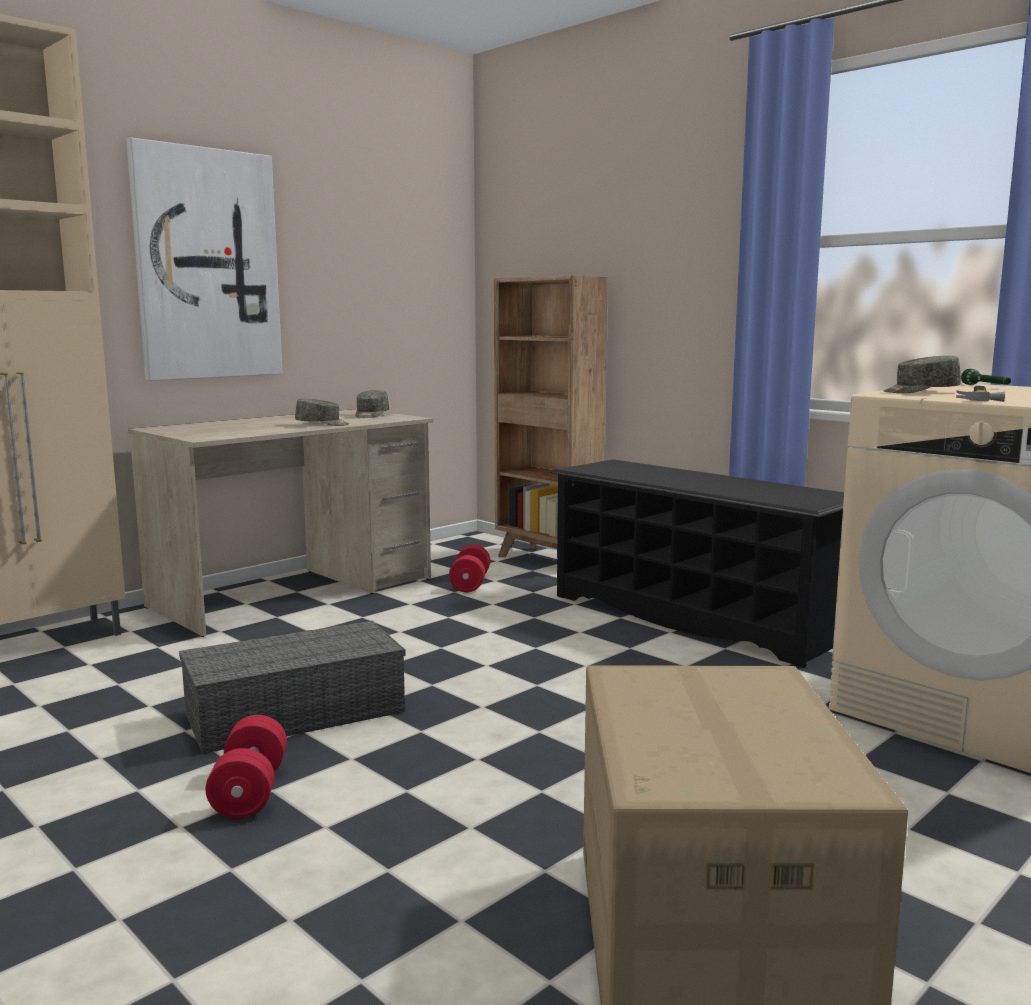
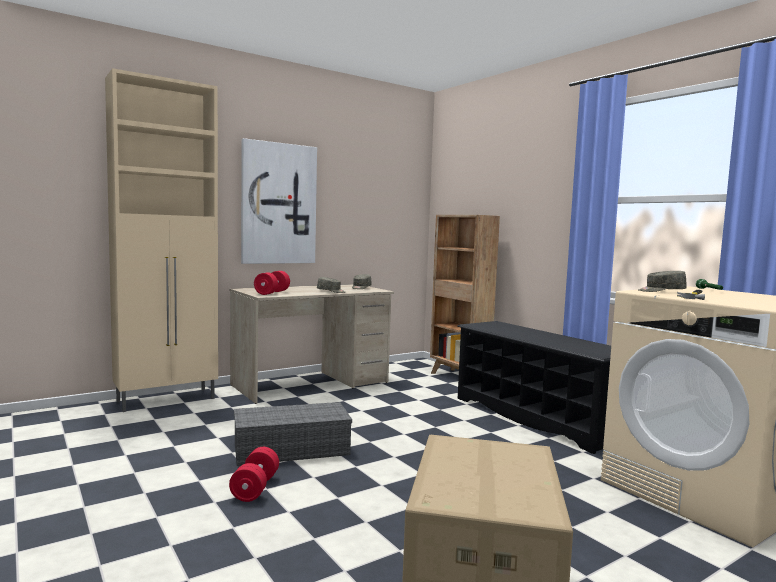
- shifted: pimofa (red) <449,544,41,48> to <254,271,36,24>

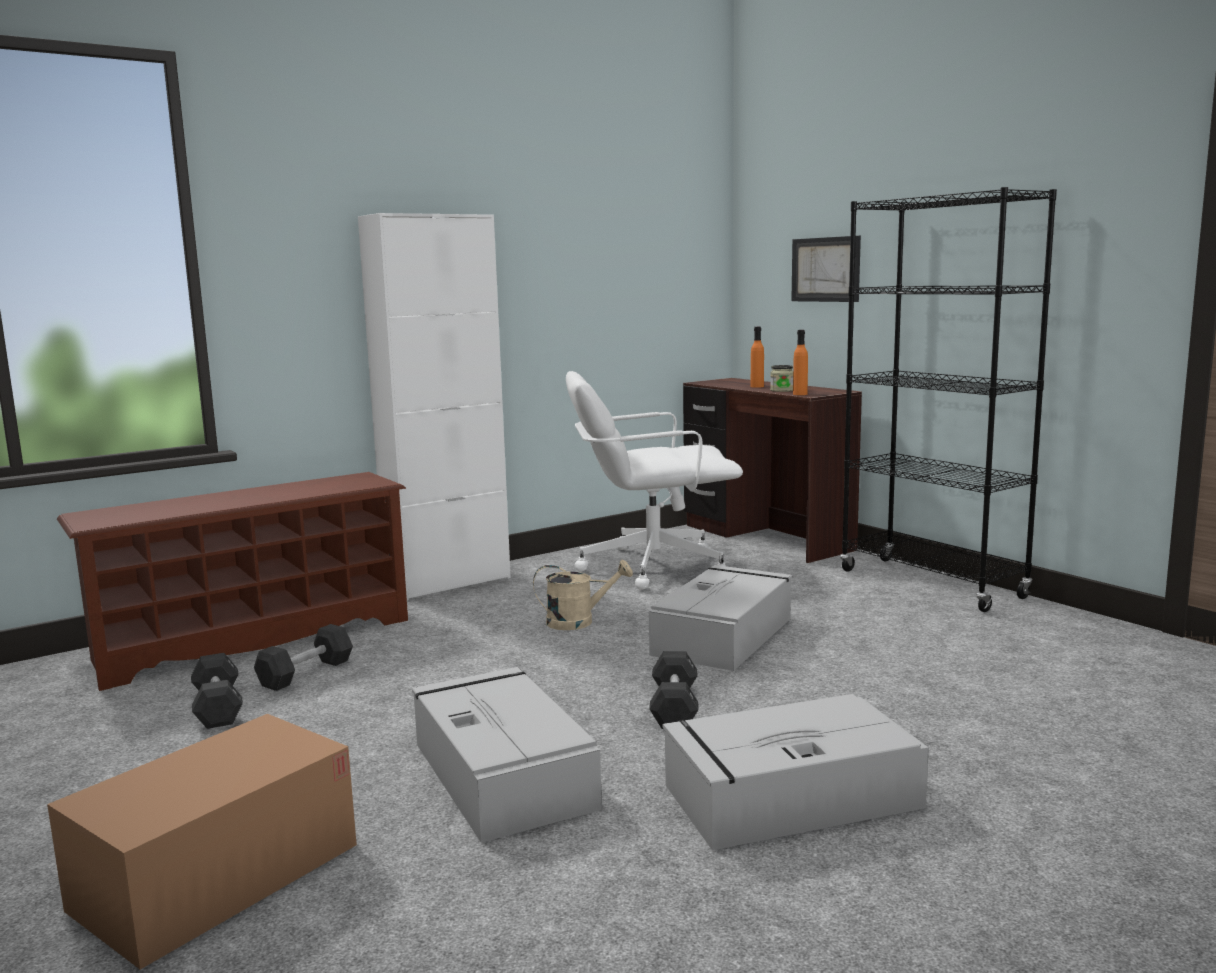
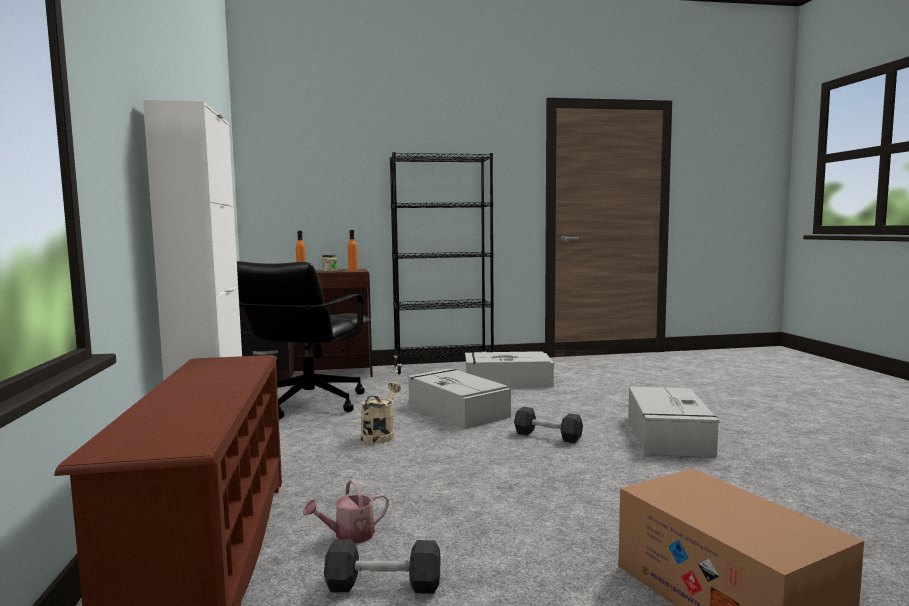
- repainted: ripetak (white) <566,371,177,219> to ripetak (black) <237,261,134,158>
- swapped: pimofa (black) <254,624,99,67> to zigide <303,479,86,64>
- shifted: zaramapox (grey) <412,667,190,176> to <465,351,89,37>
- gone: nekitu <791,236,70,66>

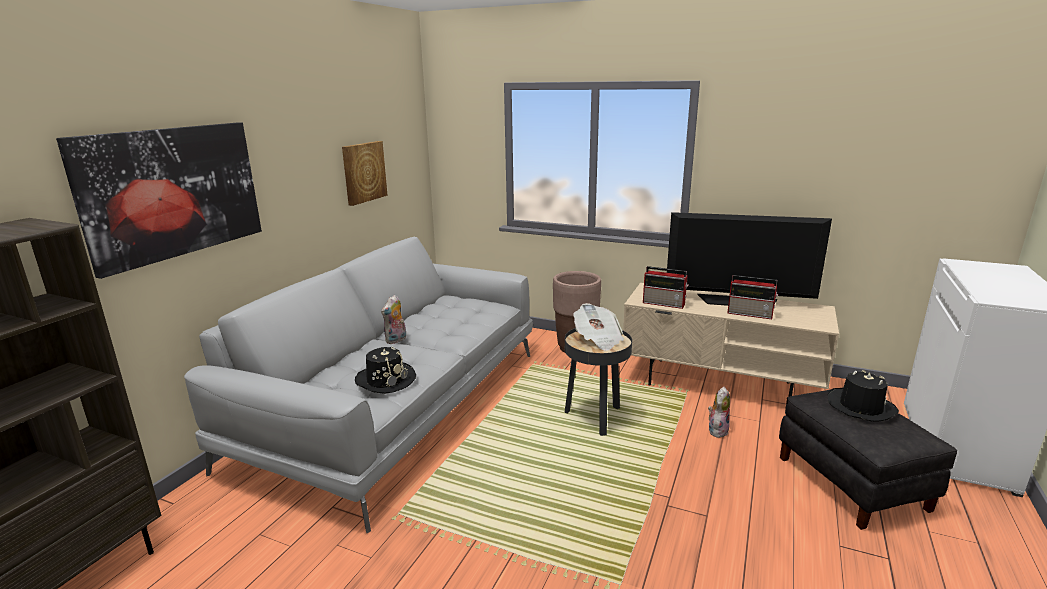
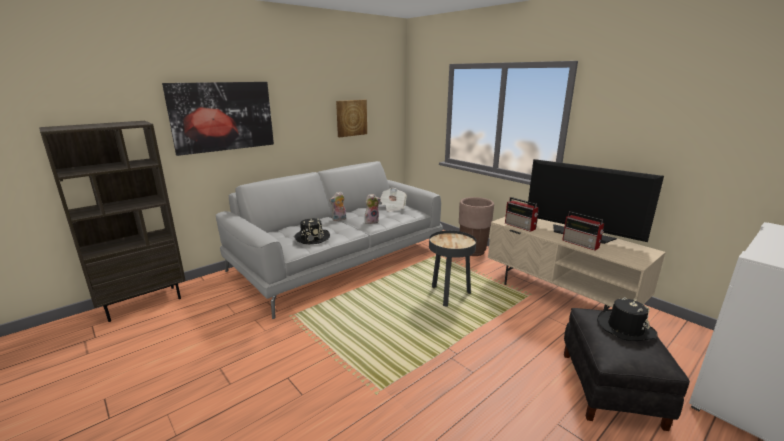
- shifted: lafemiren <708,387,22,51> to <365,194,15,30>
- shifted: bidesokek <573,303,51,48> to <380,188,27,24>

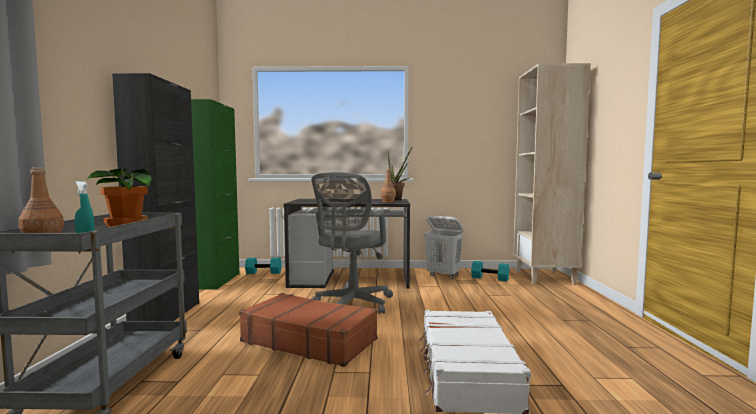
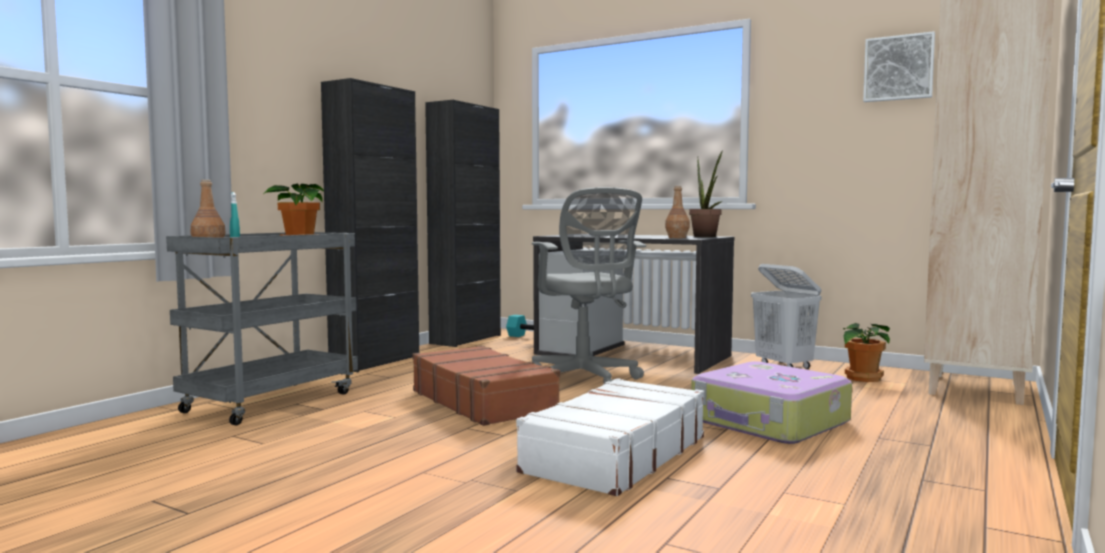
- repainted: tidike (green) <191,99,48,191> to tidike (black) <425,100,76,247>
- rotated: ripetak (grey) <309,172,84,142> = <532,187,114,196> 75 degrees counterclockwise
- new: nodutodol <691,361,161,83>
- swapped: pimofa (turquoise) <471,261,38,21> to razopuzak <843,323,47,59>
- new: nekitu <863,31,72,71>

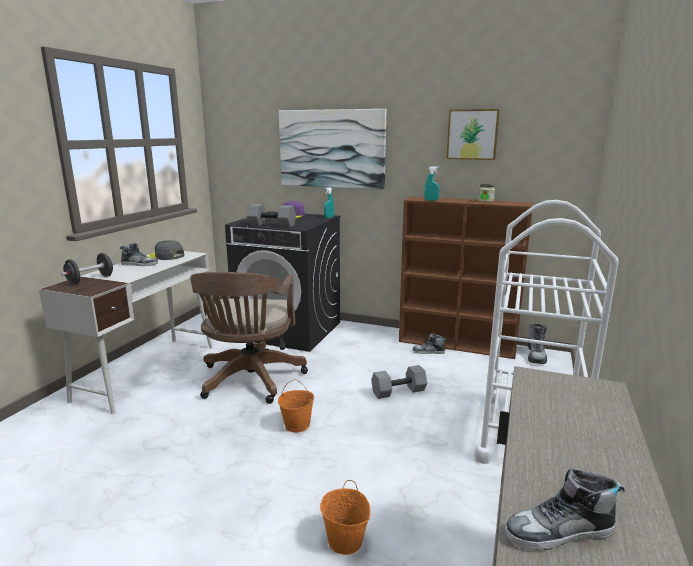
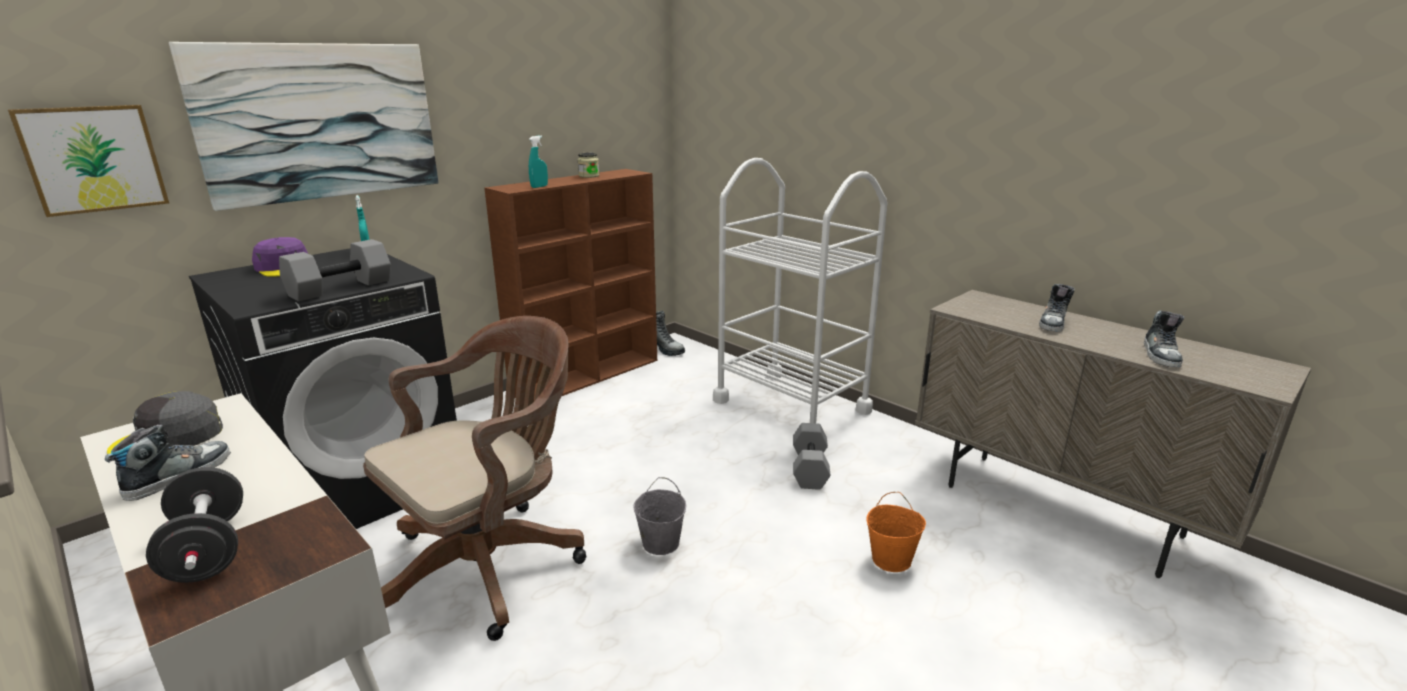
- shifted: nekitu <446,109,54,51> to <8,105,161,112>
- rotated: ripetak (brown) <190,272,118,132> = <363,316,223,325> 75 degrees counterclockwise
- repainted: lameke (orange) <278,379,36,54> to lameke (grey) <634,477,52,78>
- shifted: pimofa (grey) <371,365,56,34> to <793,423,37,67>
- shifted: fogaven <412,333,34,21> to <1039,284,36,48>

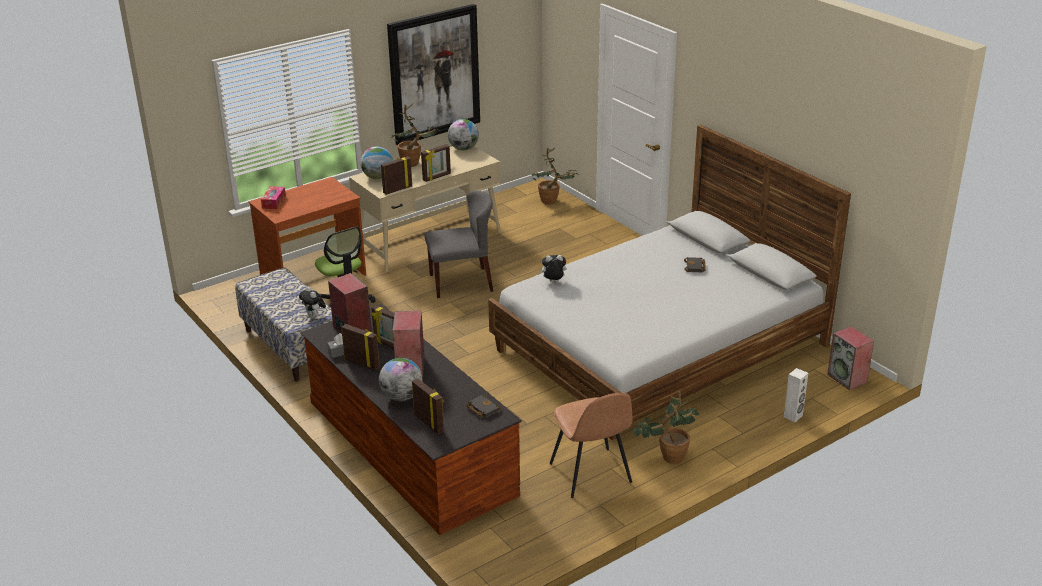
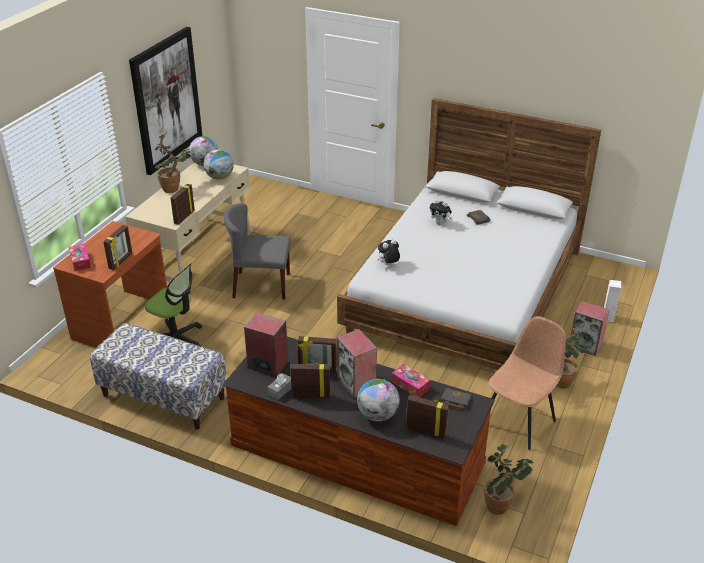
- shifted: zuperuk <421,144,30,38> to <103,225,29,45>
- shifted: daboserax <360,146,33,33> to <204,149,30,31>
- rotated: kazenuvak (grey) <425,190,68,108> = <223,203,67,96> 135 degrees counterclockwise
- new: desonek <391,364,39,33>
- shifted: lafemiren <299,286,27,32> to <430,199,22,26>
- shifted: razopuzak <532,147,47,58> to <484,444,50,71>
- rotated: kazenuvak (brown) <550,393,83,105> = <488,316,78,134> 90 degrees counterclockwise
- shifted: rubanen <827,326,47,64> to <570,301,40,55>

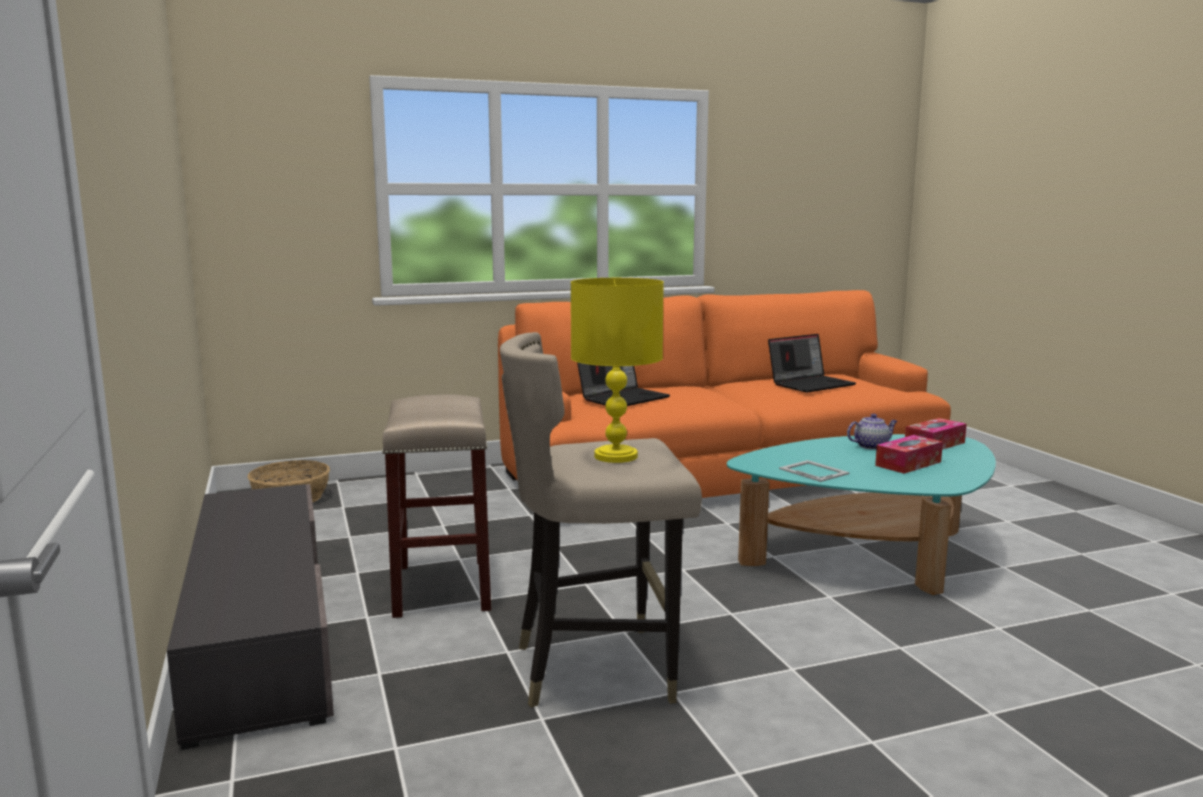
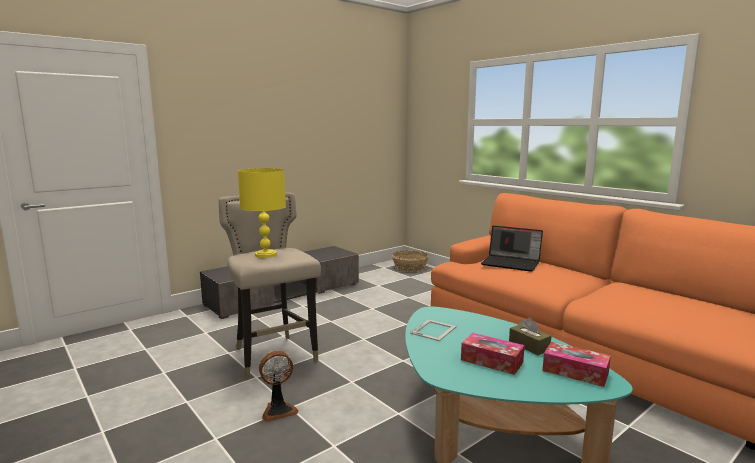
- new: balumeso <259,351,40,71>
- swapped: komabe <847,414,50,36> to desonek (brown) <509,317,42,38>
- gone: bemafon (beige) <382,394,109,224>
- gone: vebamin <768,334,88,59>

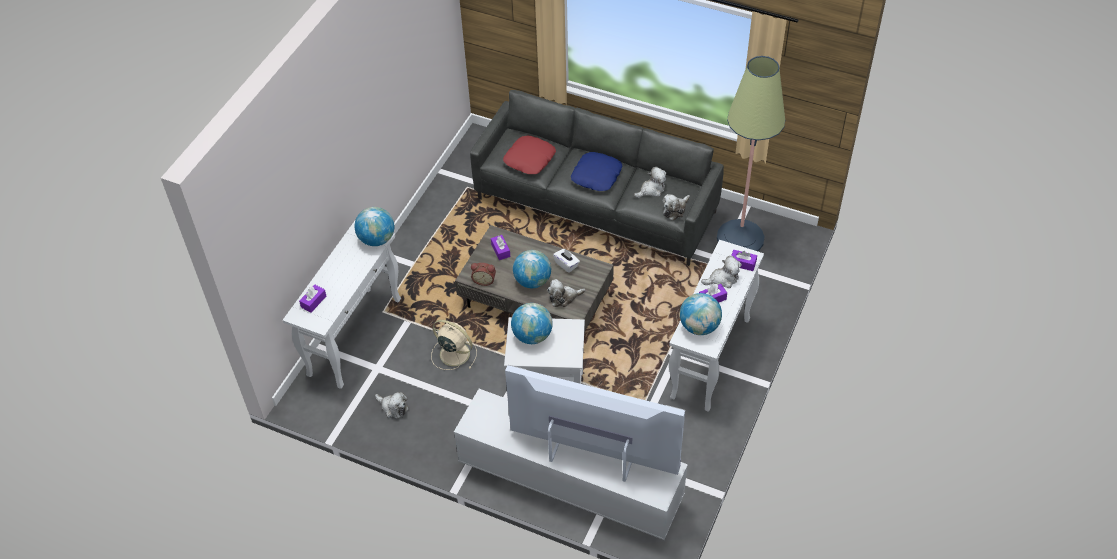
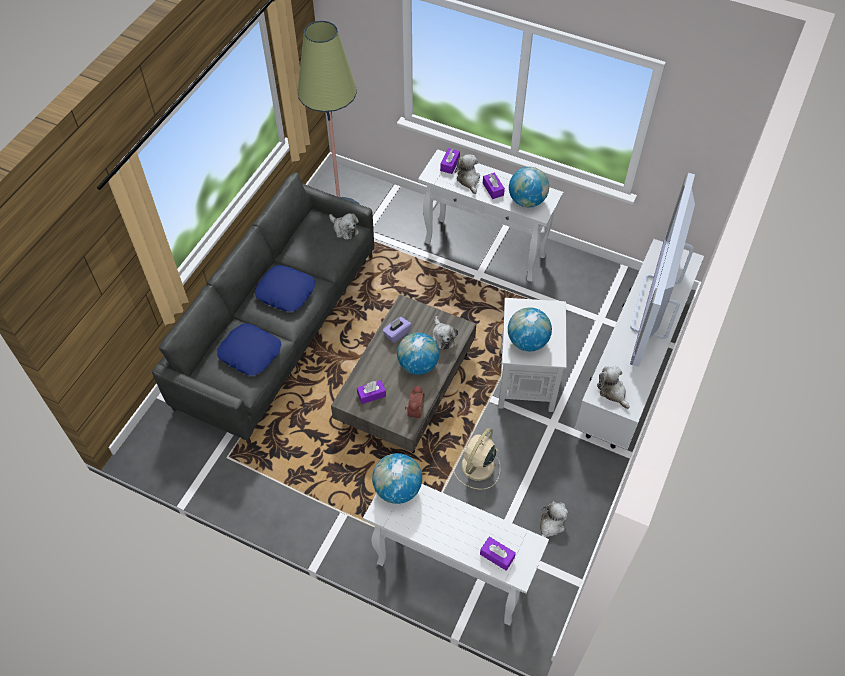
- repainted: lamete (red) <503,135,53,39> to lamete (blue) <217,323,64,52>
- repainted: desonek (white) <553,249,27,24> to desonek (purple) <382,317,30,26>
- shifted: lafemiren <634,167,32,31> to <597,366,33,43>

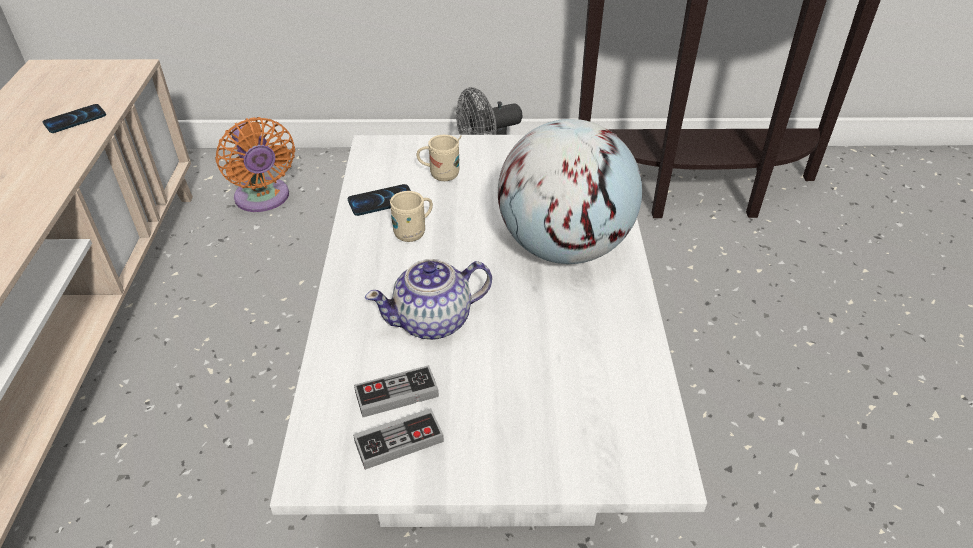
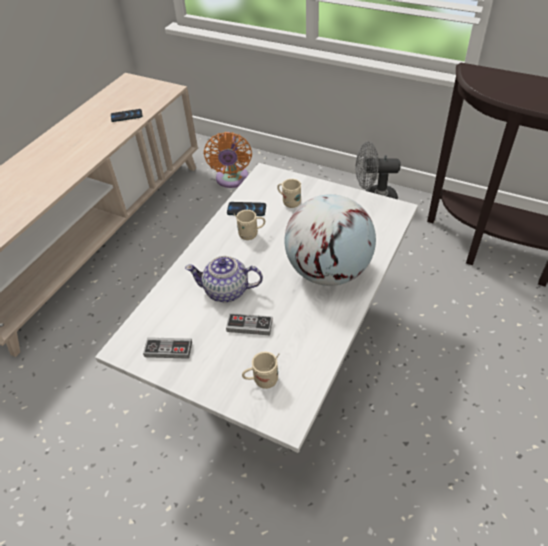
- shifted: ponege <354,365,85,52> to <226,313,47,22>
- new: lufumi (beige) <242,351,37,38>

